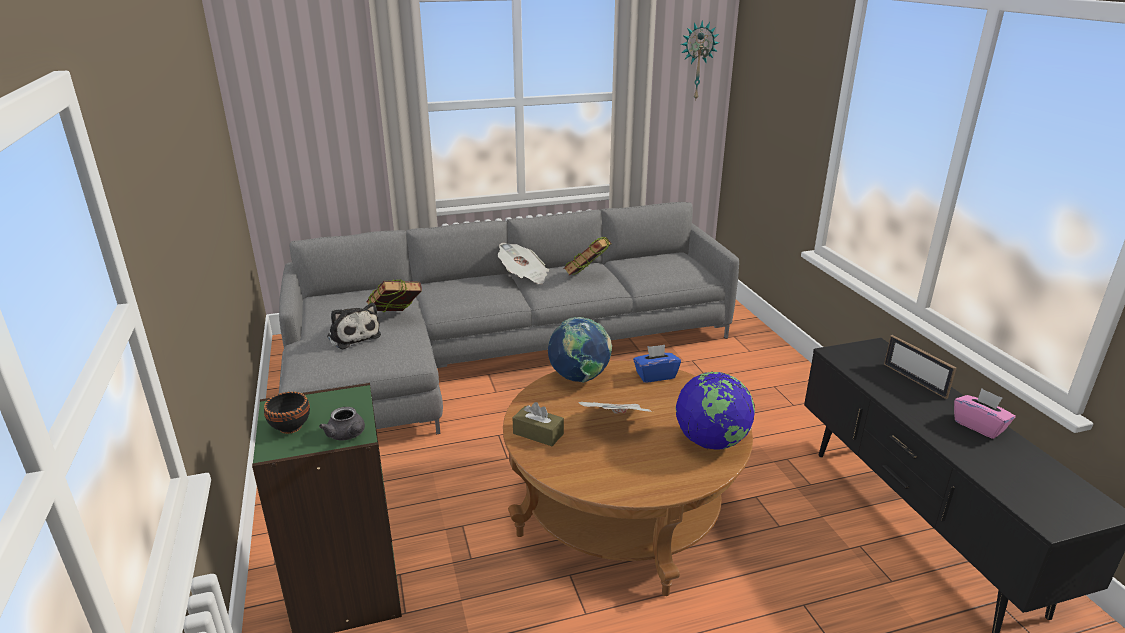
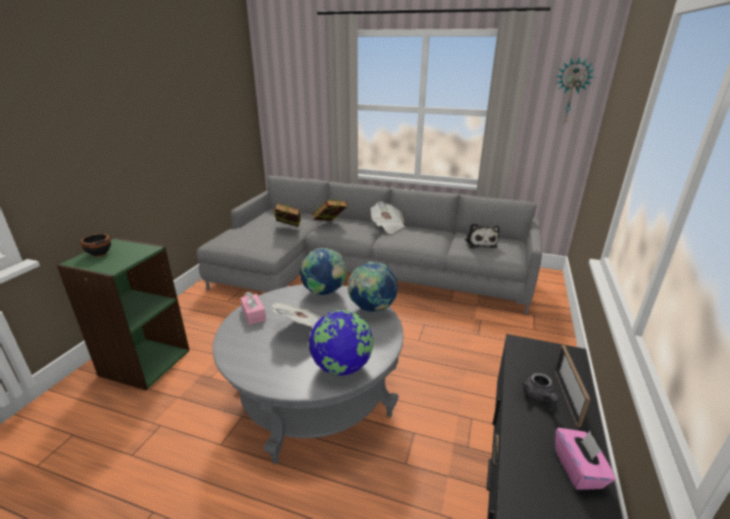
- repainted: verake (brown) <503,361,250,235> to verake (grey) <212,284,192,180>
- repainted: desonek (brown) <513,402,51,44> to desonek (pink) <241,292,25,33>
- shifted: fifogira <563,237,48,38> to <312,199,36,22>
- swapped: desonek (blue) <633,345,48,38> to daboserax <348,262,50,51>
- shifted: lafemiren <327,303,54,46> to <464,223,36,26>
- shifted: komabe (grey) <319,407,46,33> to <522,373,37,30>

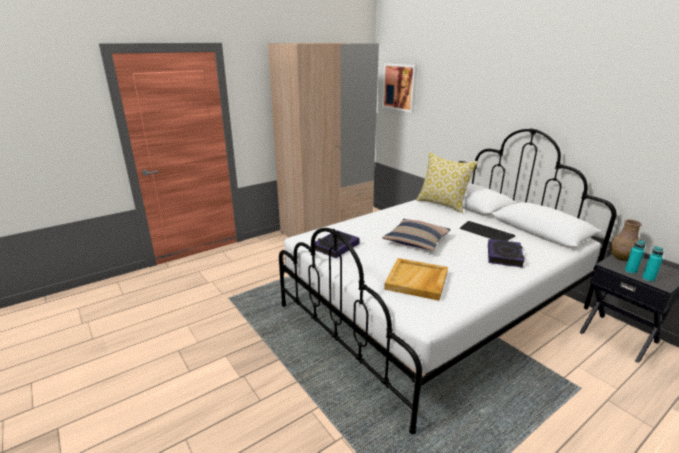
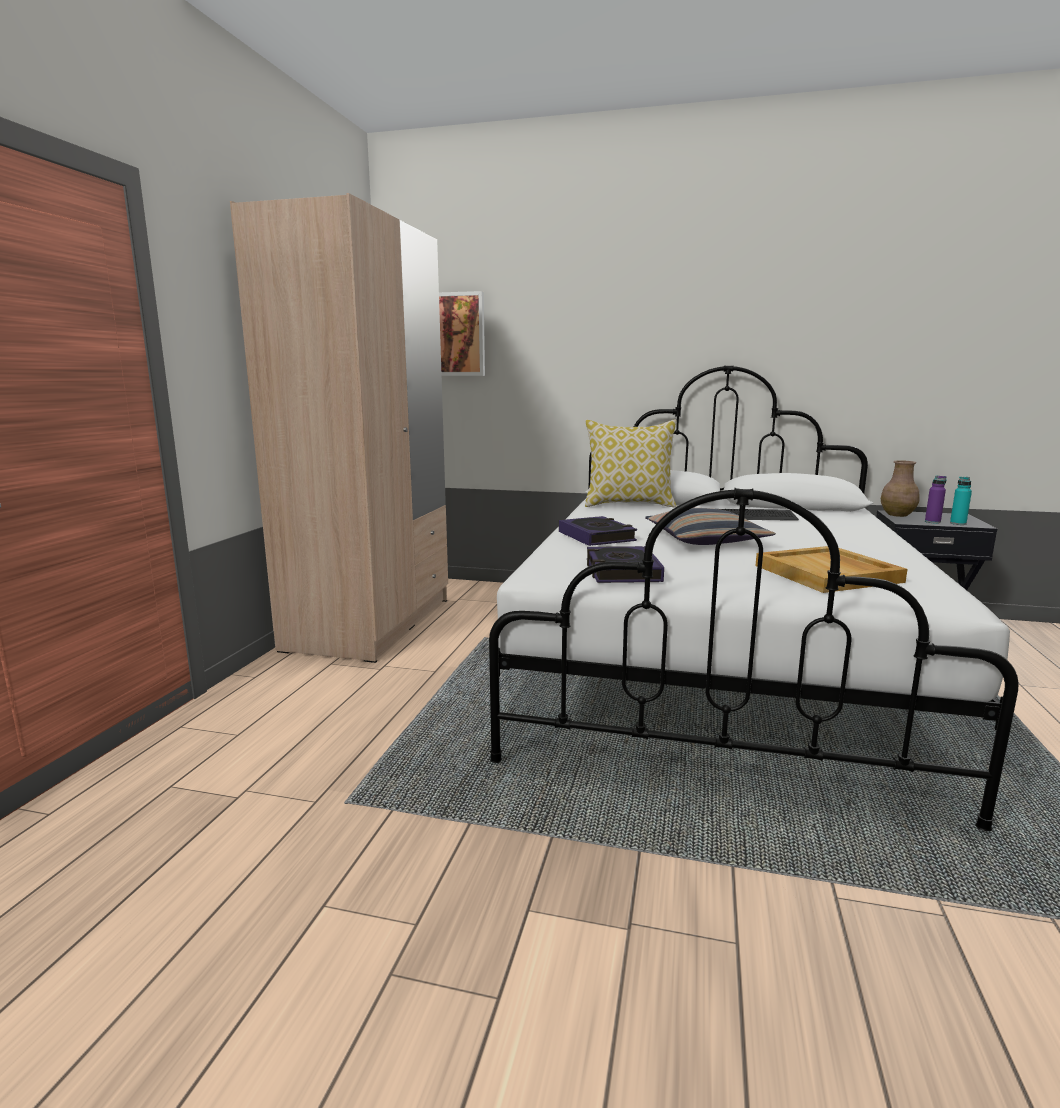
- shifted: fifogira <488,239,37,29> to <559,516,78,30>
- repainted: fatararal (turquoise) <625,240,21,34> to fatararal (purple) <925,475,21,49>

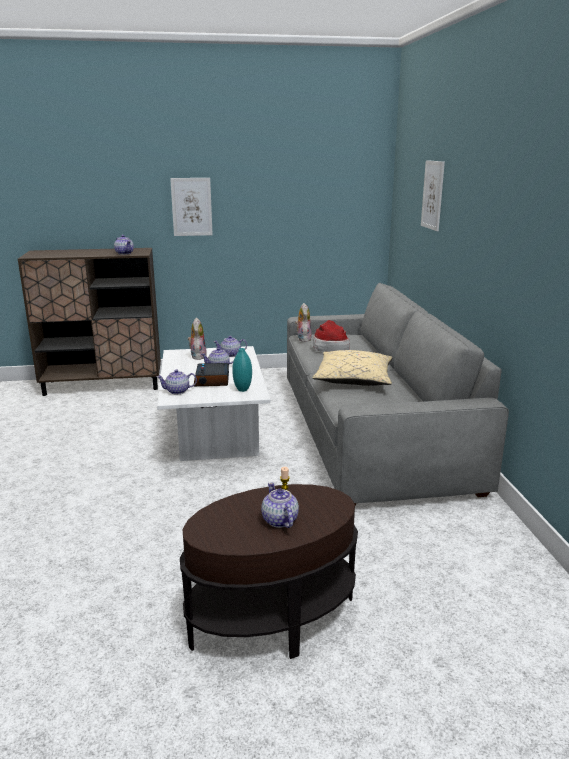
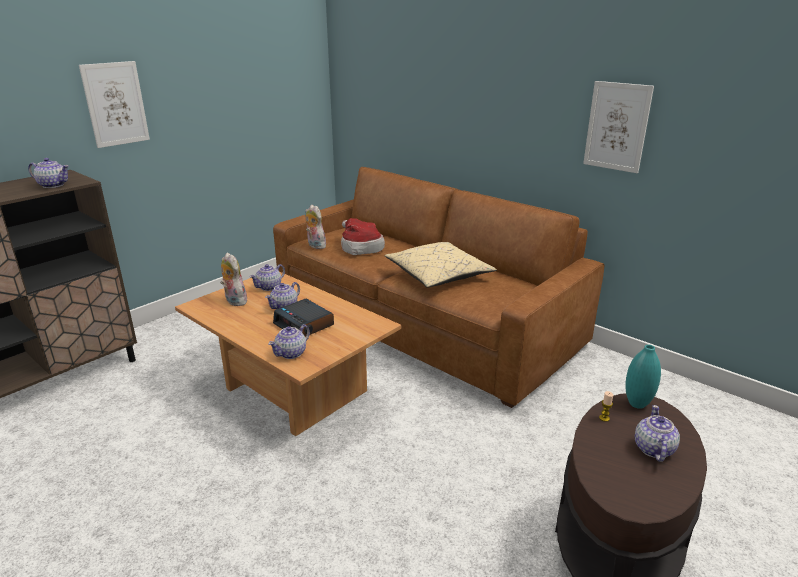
- repainted: verake (white) <157,346,114,115> to verake (brown) <175,271,226,165>
- repainted: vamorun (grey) <287,283,222,222> to vamorun (brown) <273,167,331,241>
- shifted: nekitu <421,160,24,71> to <583,81,71,92>
- shifted: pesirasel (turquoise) <232,348,20,44> to <625,345,36,64>
- rotated: komabe <261,482,38,46> = <634,405,46,57> 75 degrees clockwise

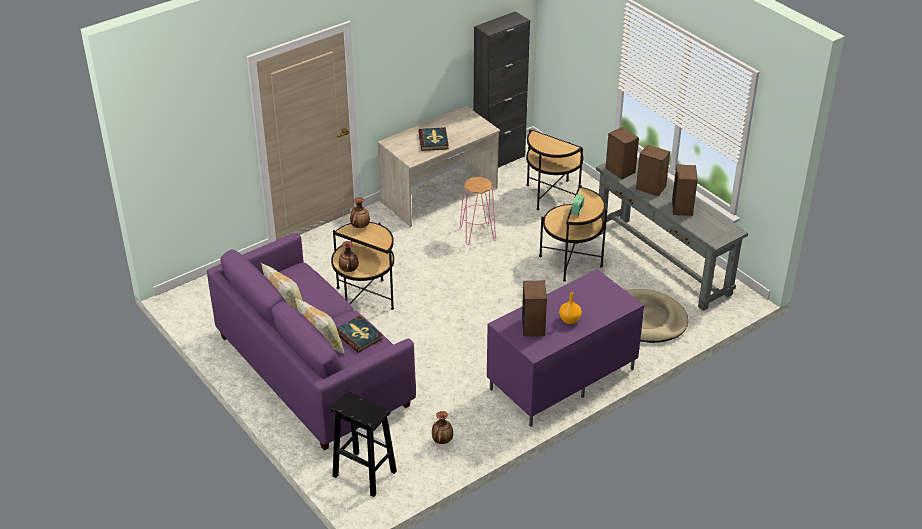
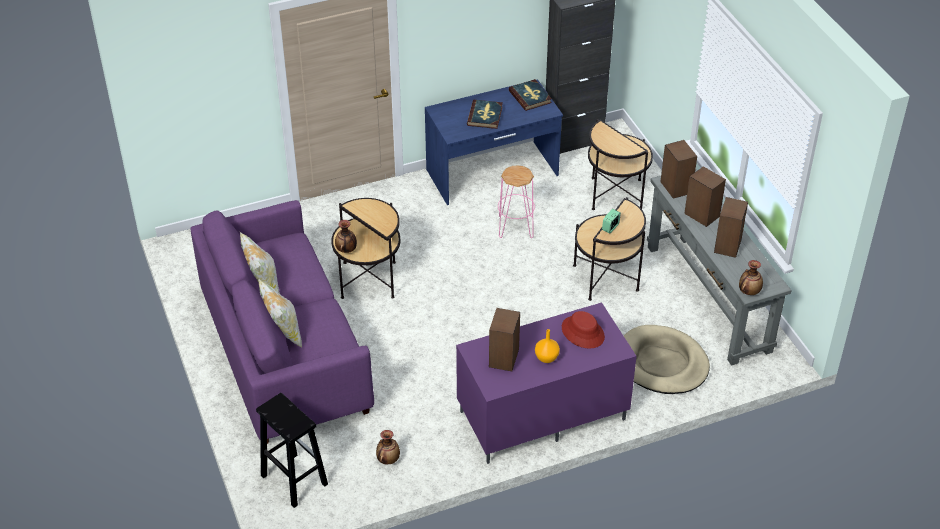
- repainted: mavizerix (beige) <378,106,122,121> to mavizerix (blue) <425,80,138,125>
- shifted: fifogira <337,316,46,37> to <509,79,43,32>
- new: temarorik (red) <562,311,43,37>
- shifted: pesirasel <350,197,20,31> to <739,260,24,35>

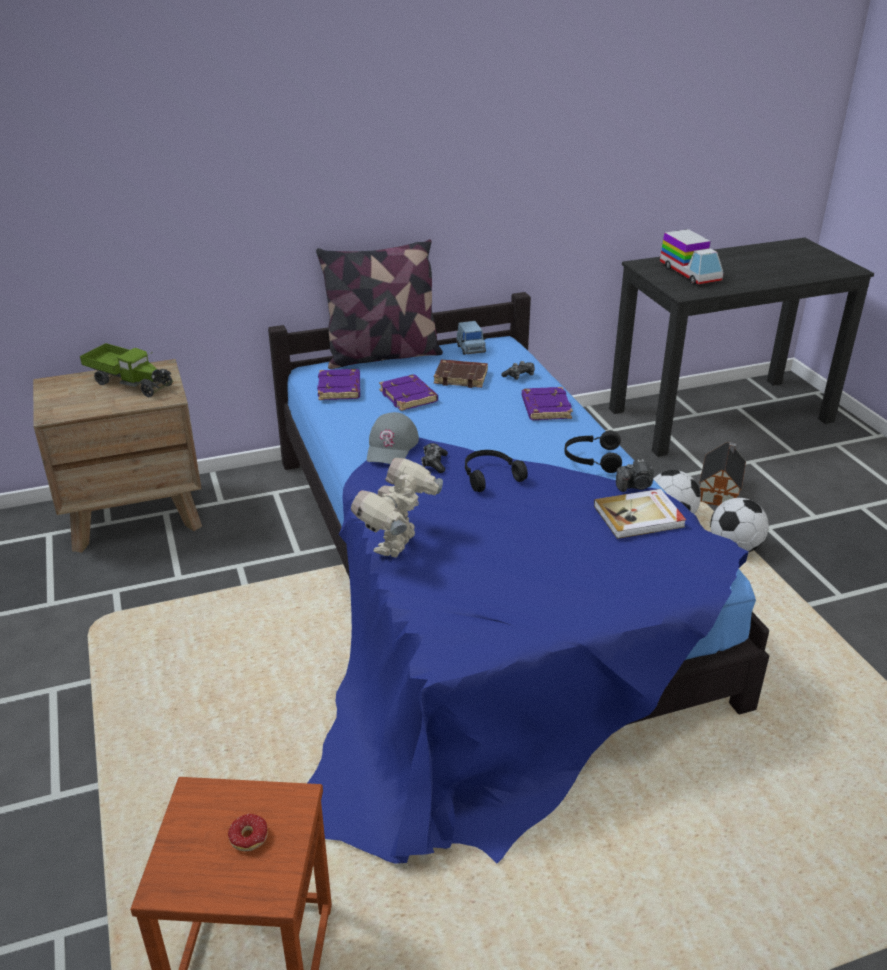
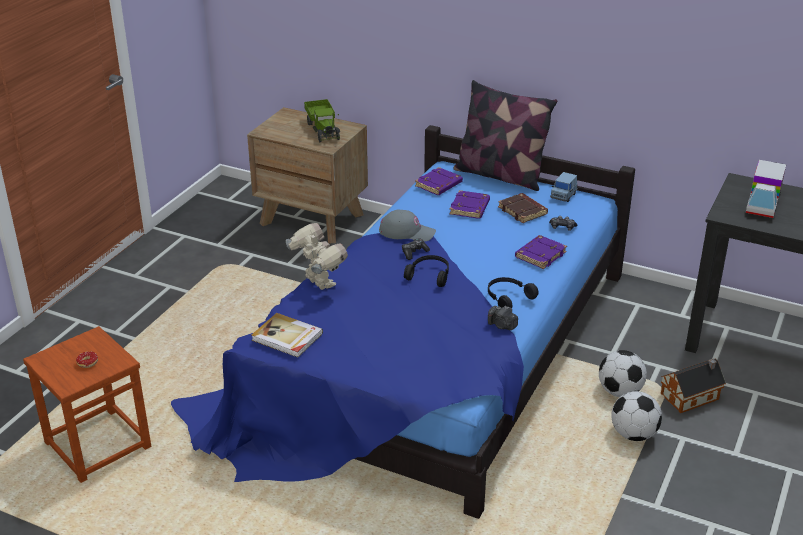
- shifted: fifogira <594,489,92,50> to <252,313,71,44>
- rotated: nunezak <351,458,92,100> = <286,223,62,67> 75 degrees clockwise
- rotated: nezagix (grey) <367,412,52,52> = <379,210,57,32> 135 degrees counterclockwise

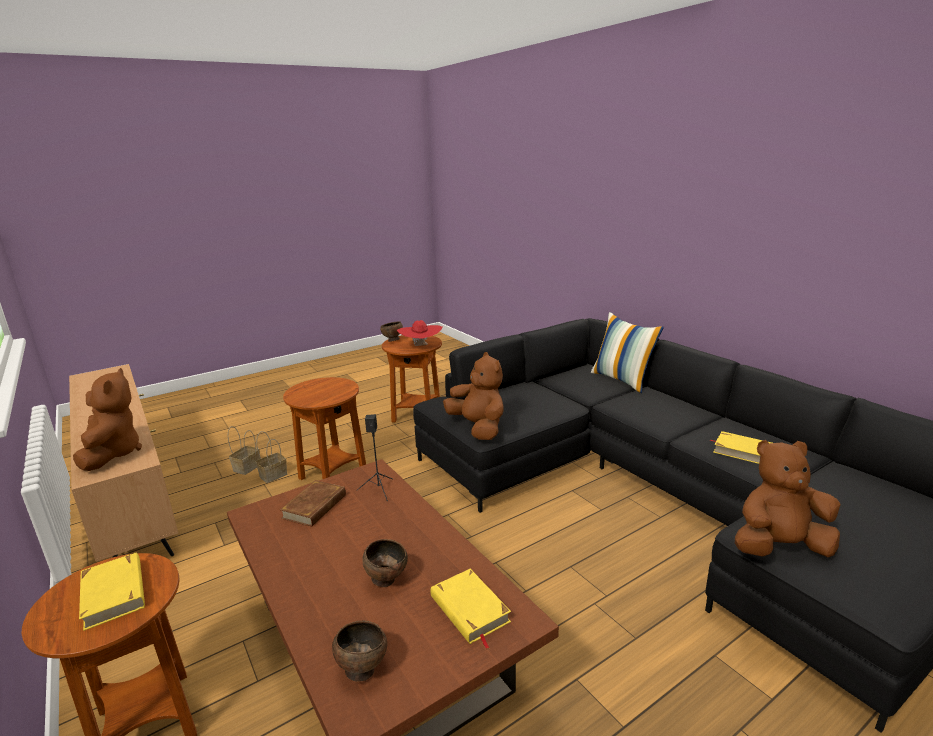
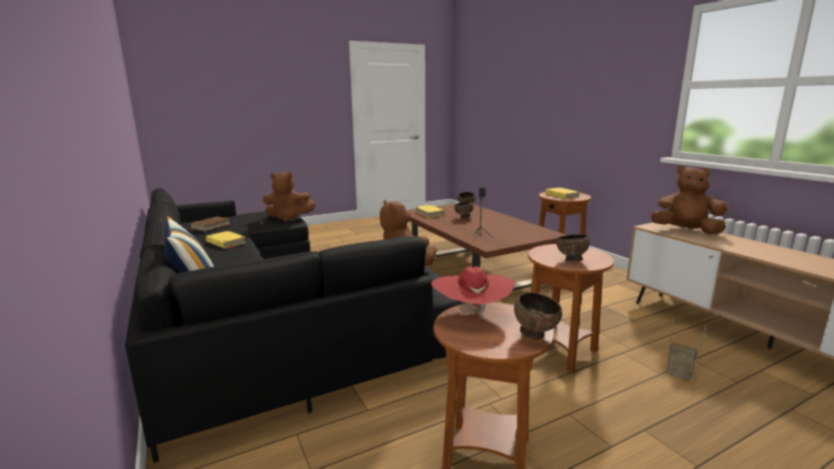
- shifted: fifogira (brown) <280,480,66,47> to <190,217,40,15>
- new: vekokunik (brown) <556,234,34,28>
- rotated: lafemiren (brown) <73,368,69,103> = <651,165,76,69> 120 degrees clockwise
- gone: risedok <256,431,31,52>

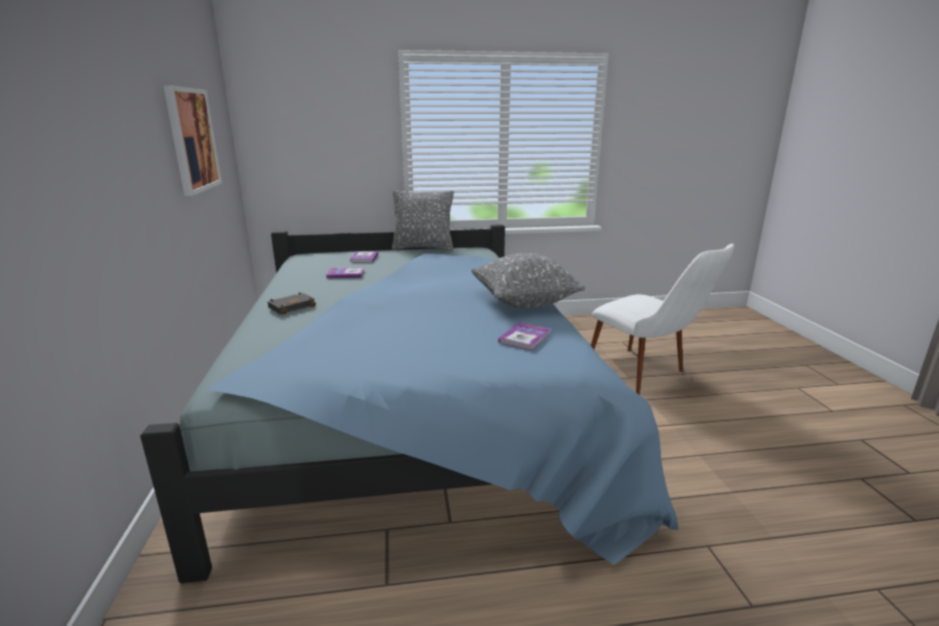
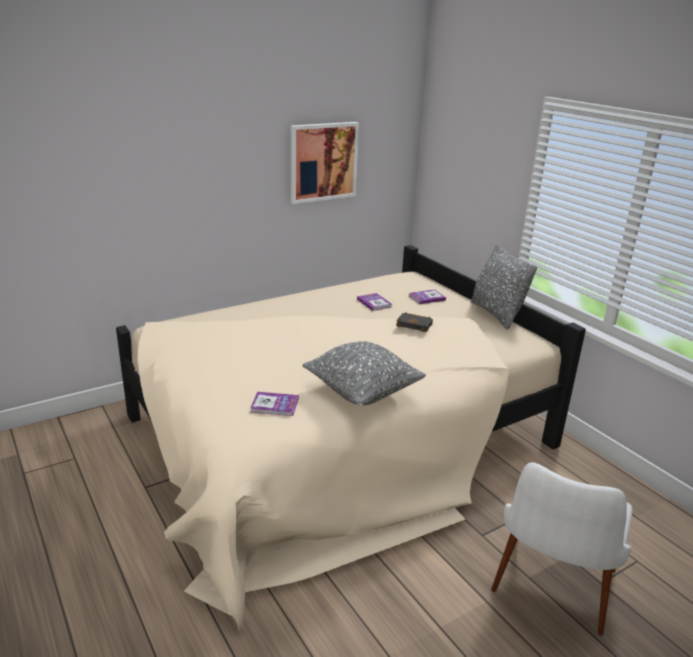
- repainted: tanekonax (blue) <140,224,538,359> to tanekonax (beige) <116,245,470,386>
- shifted: fifogira (black) <268,292,48,23> to <396,312,37,20>

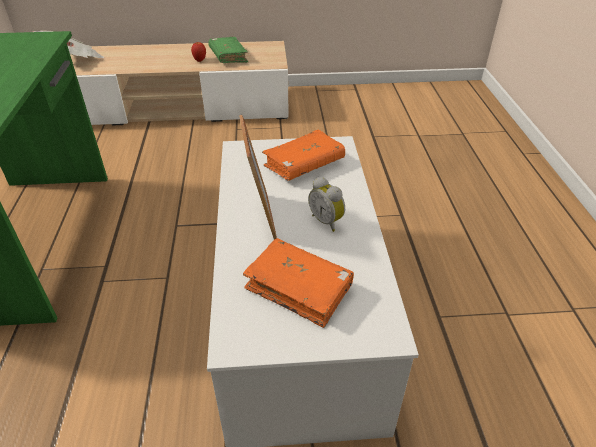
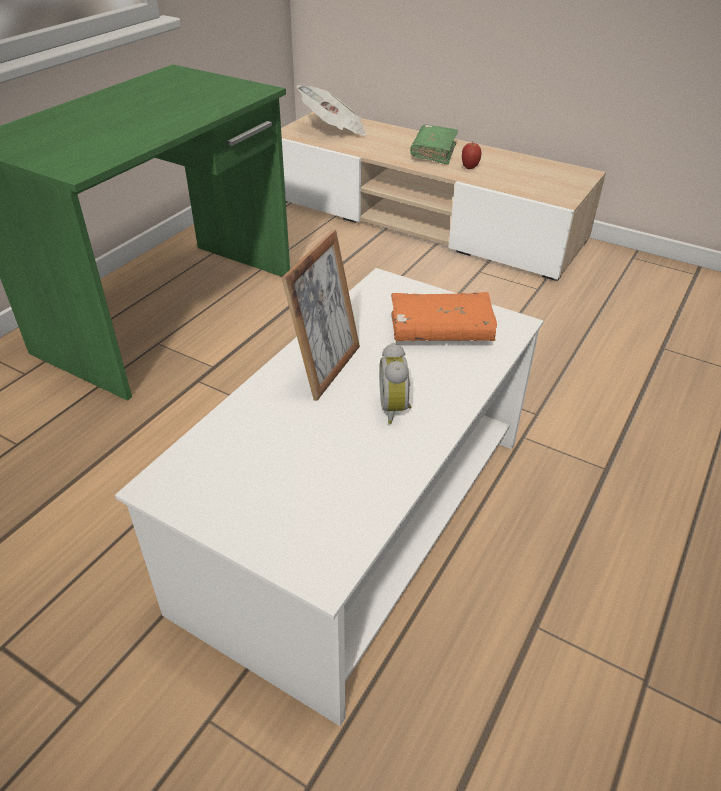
- shifted: fifogira (green) <208,37,40,26> to <410,125,48,39>
- gone: fifogira (orange) <243,238,111,90>

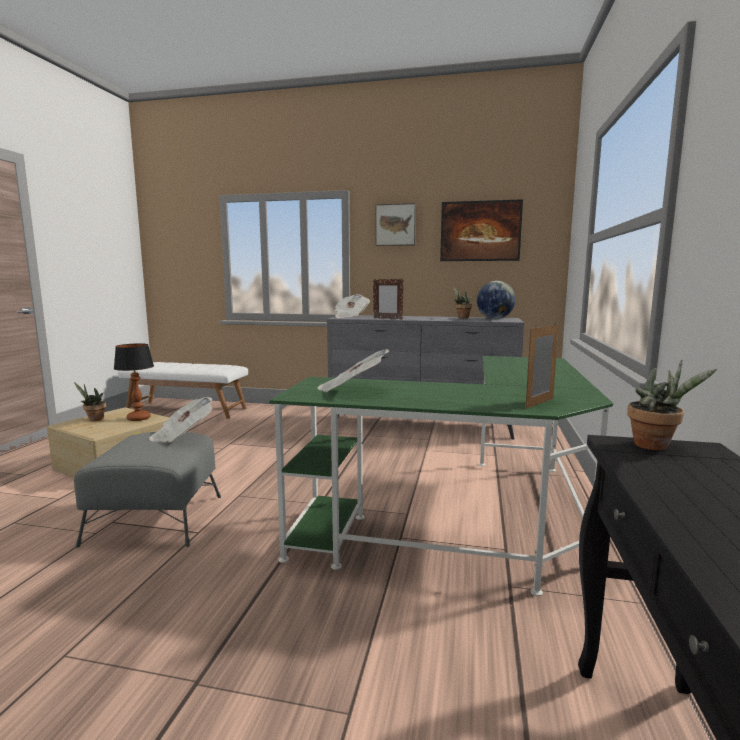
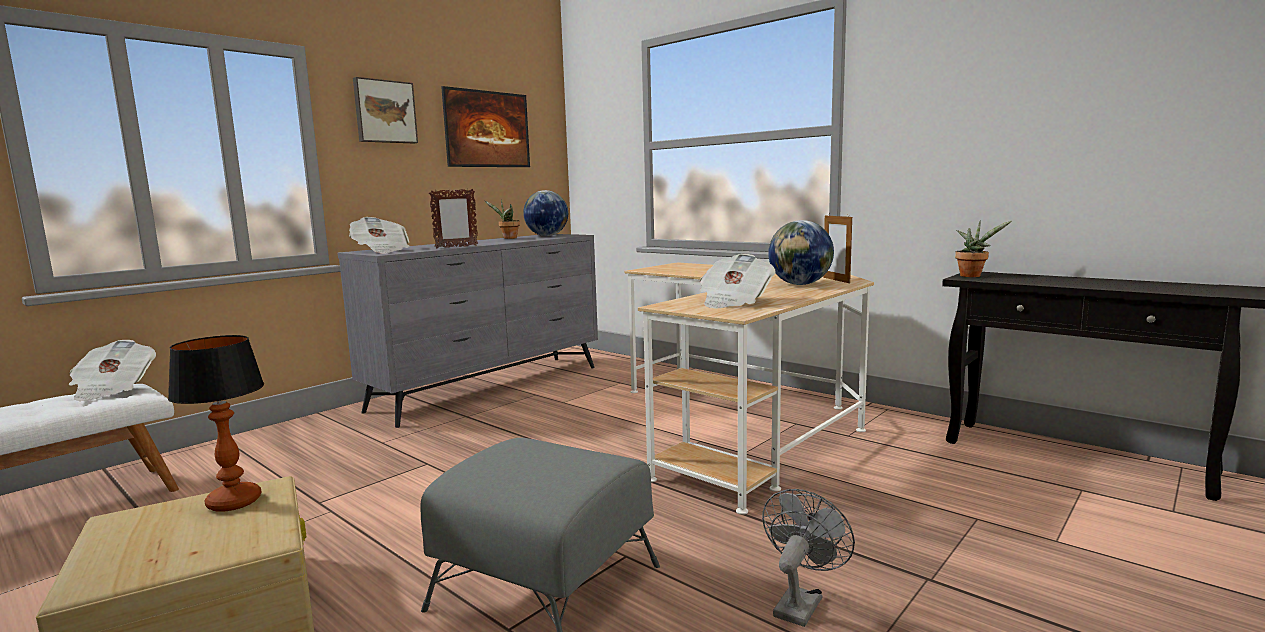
- shifted: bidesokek <149,397,64,45> to <68,340,88,61>
- repainted: mavizerix (green) <269,356,344,240> to mavizerix (beige) <624,262,250,253>
- new: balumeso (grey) <762,489,93,138>
- new: daboserax <768,220,66,65>
- gone: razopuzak <74,382,32,39>

